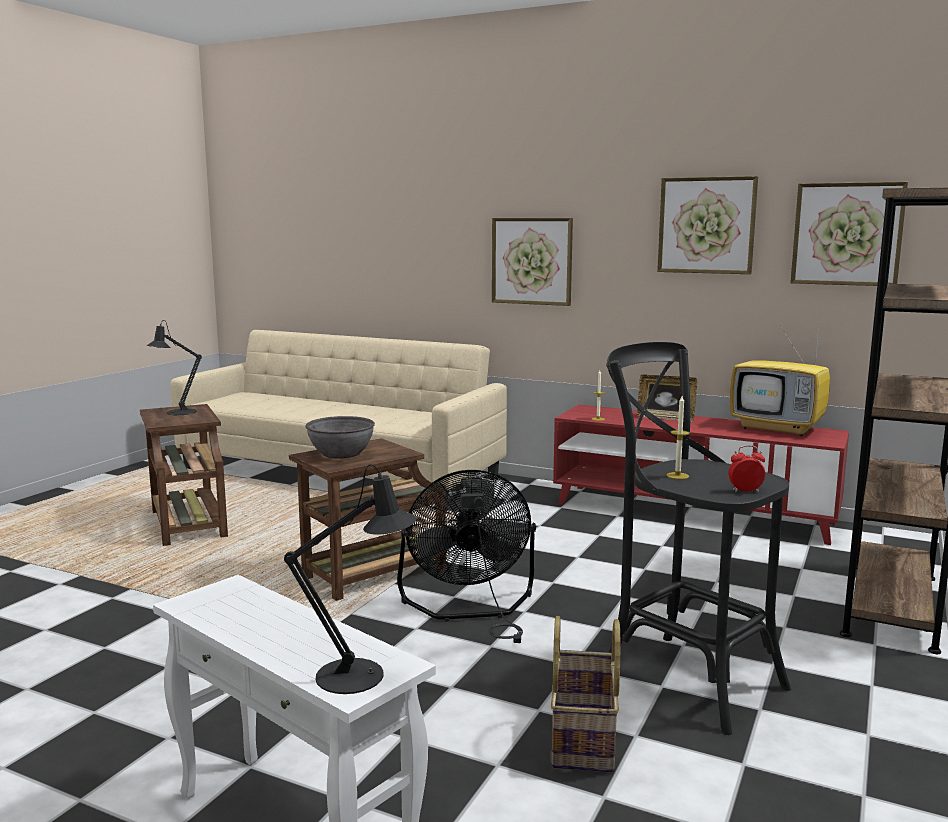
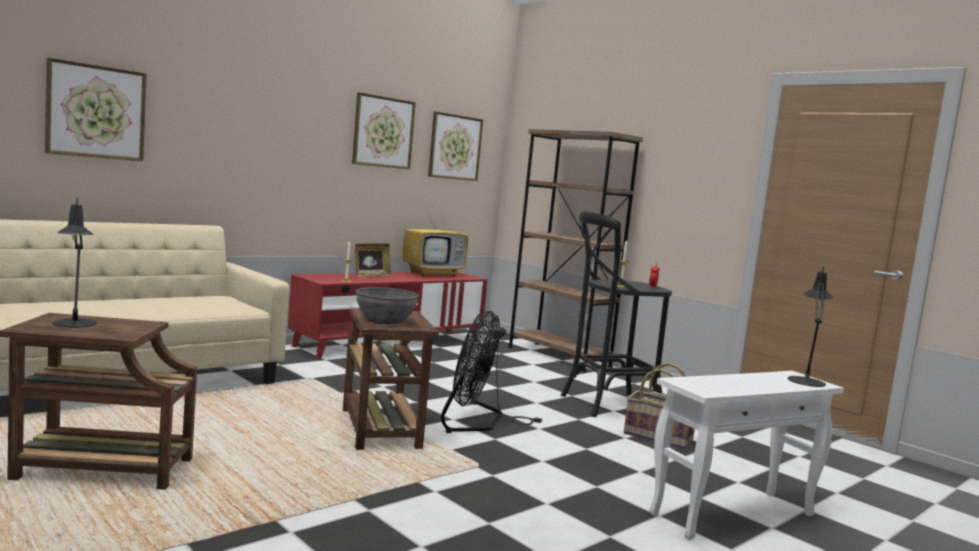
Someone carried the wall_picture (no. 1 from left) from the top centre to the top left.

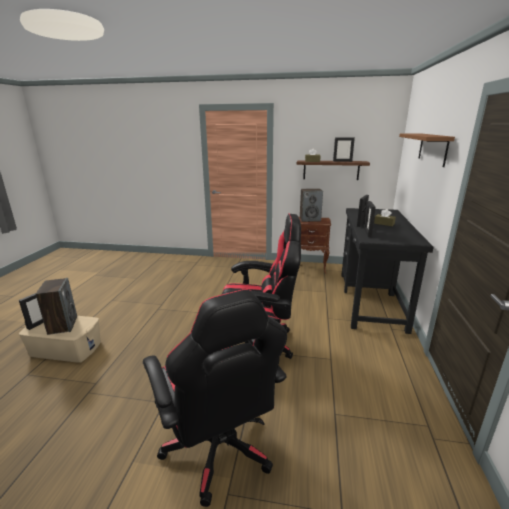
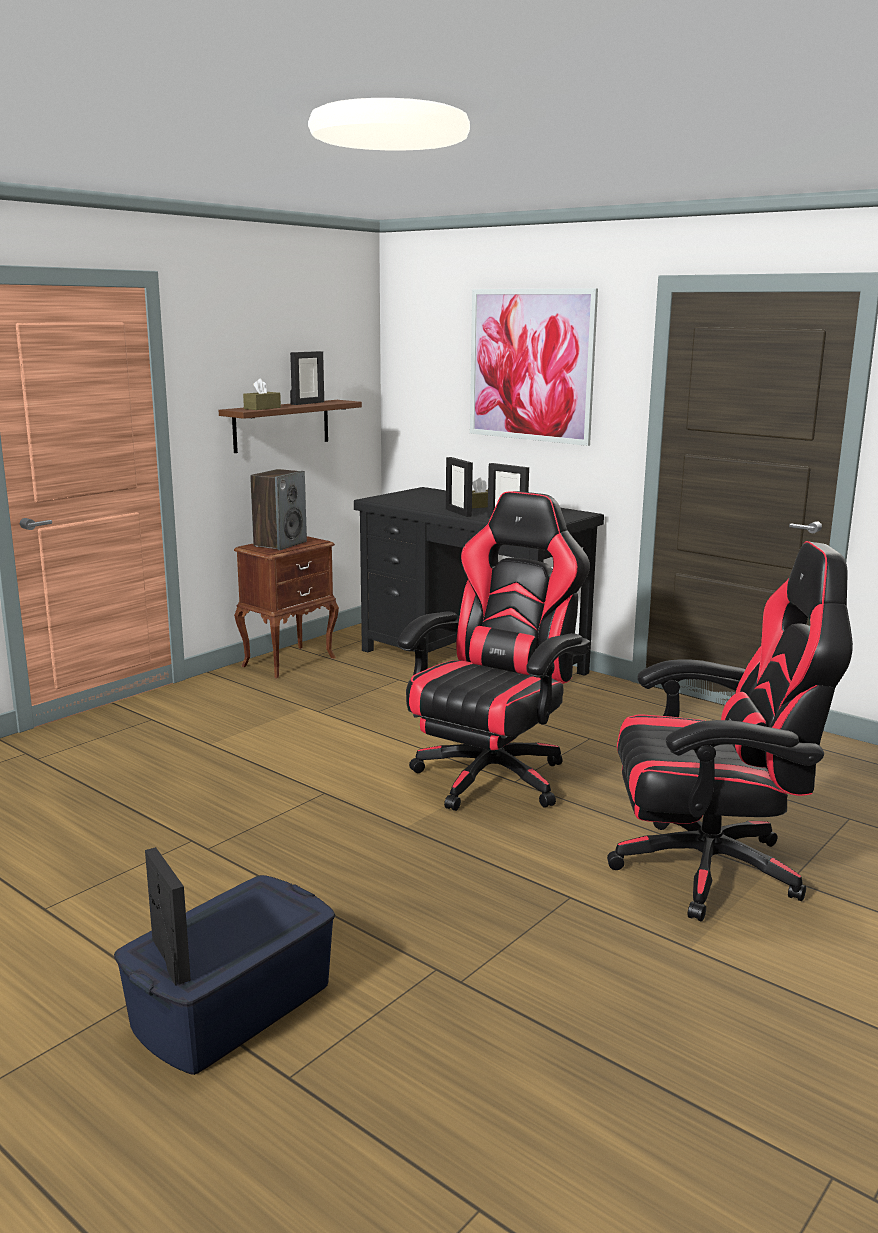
Someone repainted the beige-coloured_storage_bin at the middle left, which became the bluish_storage_bin at the bottom left. Someone swapped the brown_wall_shelf (no. 2 from left) at the top right for the wall_picture at the top centre. Someone took away the speaker (no. 1 from left) at the middle left.

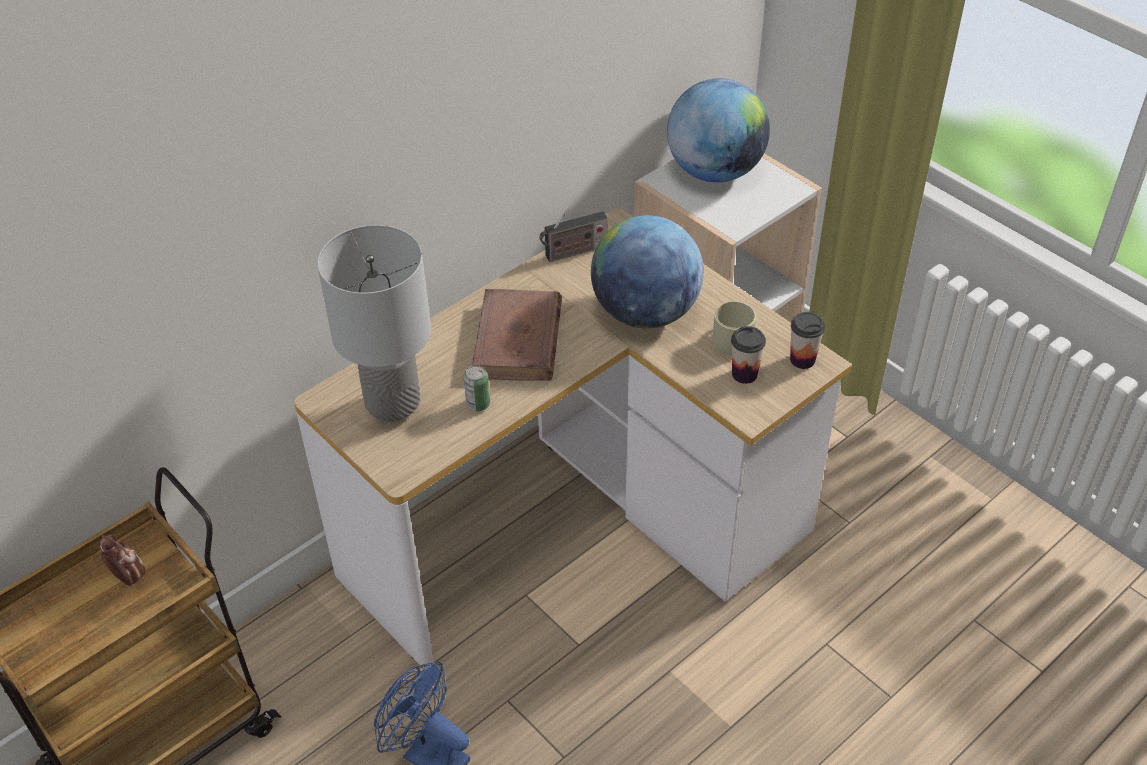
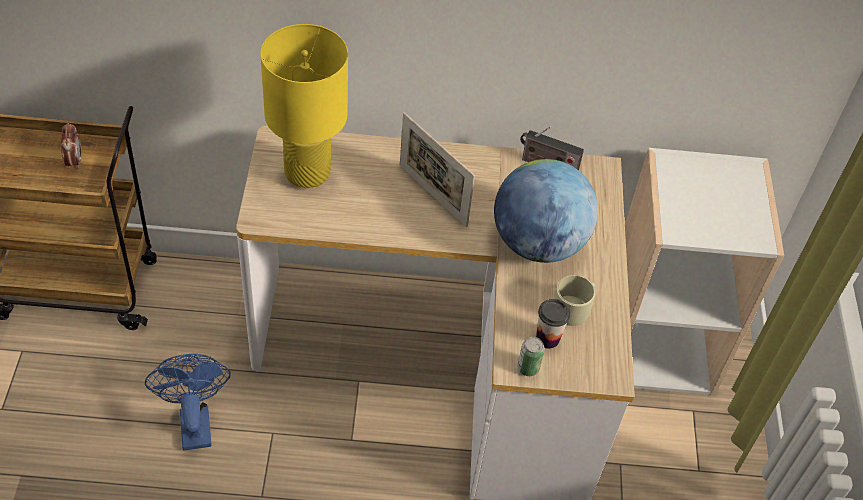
Someone repainted the grey_table_lamp at the middle left, which became the yellow_table_lamp at the top centre. Someone swapped the brown_bound_book at the centre for the standing_frame at the centre. Someone carried the sealed_can from the centre to the bottom centre. Someone took away the globe (no. 2 from left) at the top centre. Someone took away the small_cup (no. 2 from left) at the middle right.

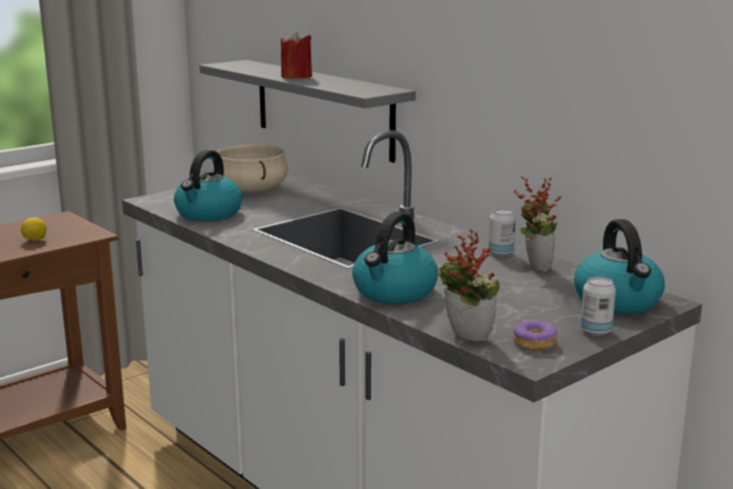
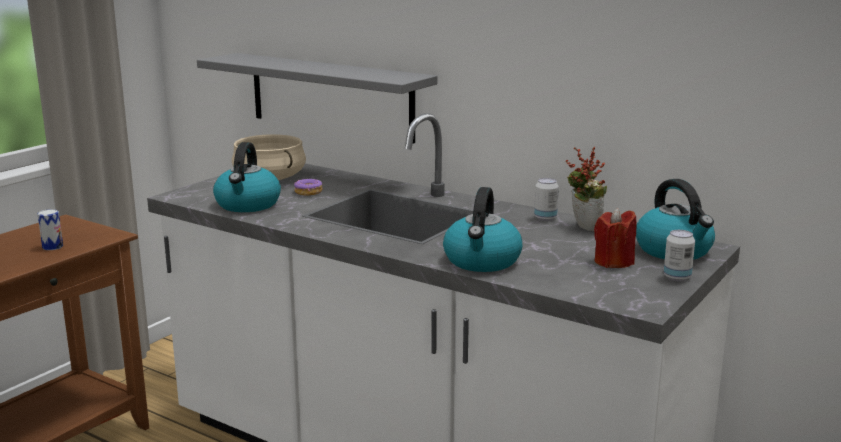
Someone swapped the whole_lemon at the middle left for the sealed_can (no. 1 from left) at the middle left. Someone carried the ring_doughnut from the bottom right to the centre. Someone carried the reddish_wax_candle from the top centre to the middle right. Someone took away the houseplant (no. 1 from left) at the centre.

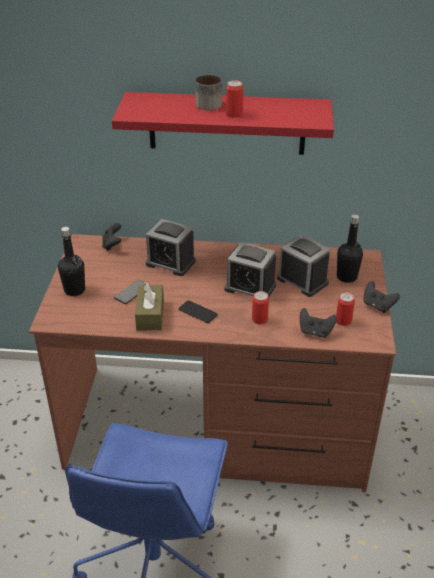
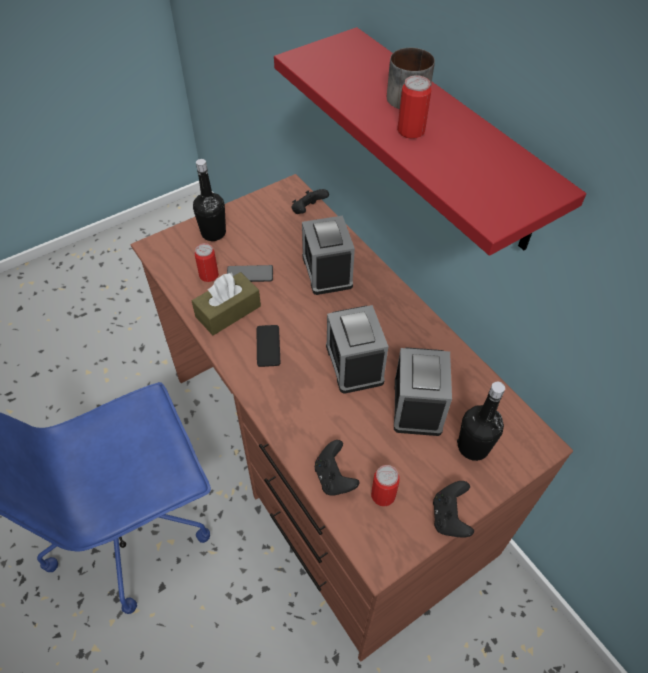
Someone carried the sealed_can (no. 2 from left in the first image) from the centre to the middle left.

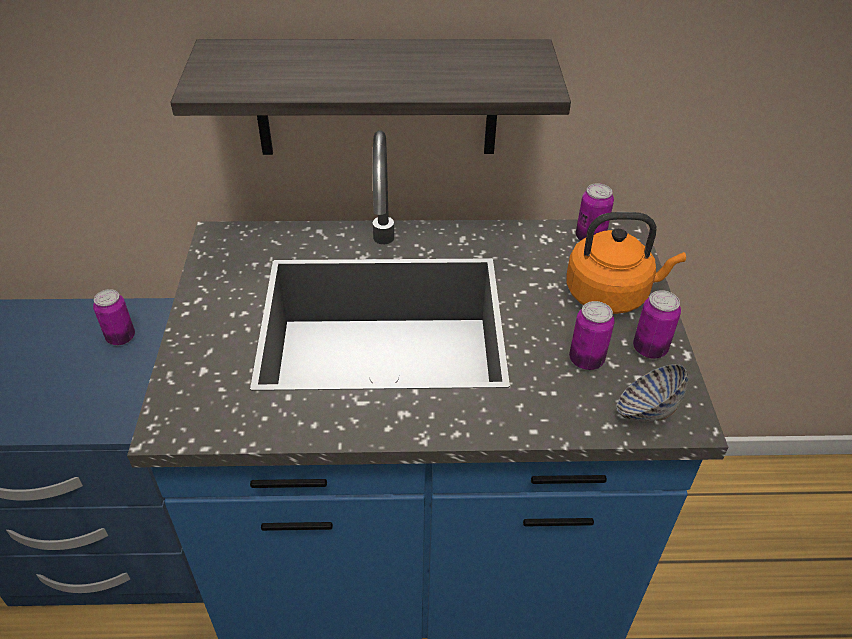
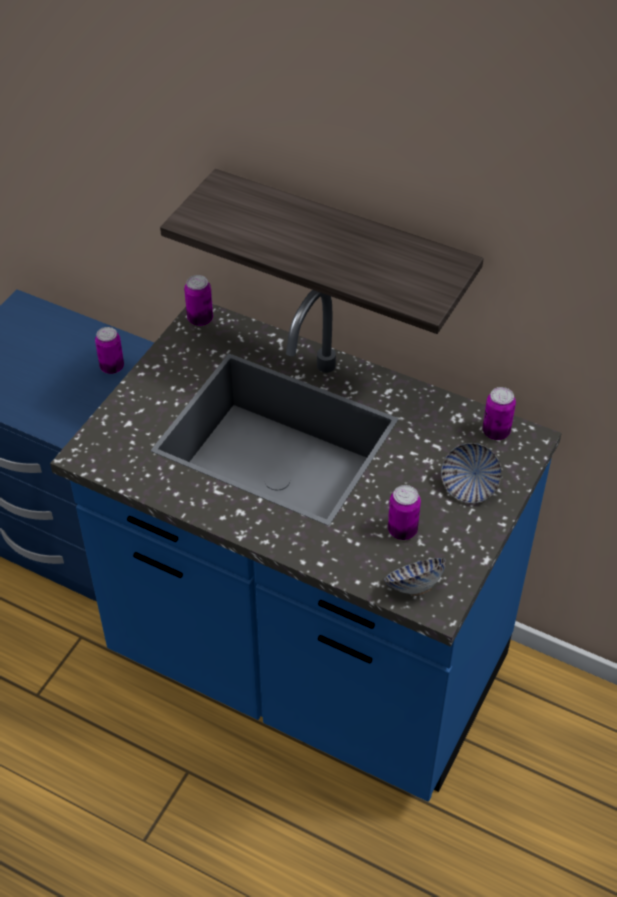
Someone carried the sealed_can (no. 4 from left in the first image) from the middle right to the middle left. Someone swapped the orange_tea_kettle at the middle right for the deep_dish (no. 2 from left) at the middle right.

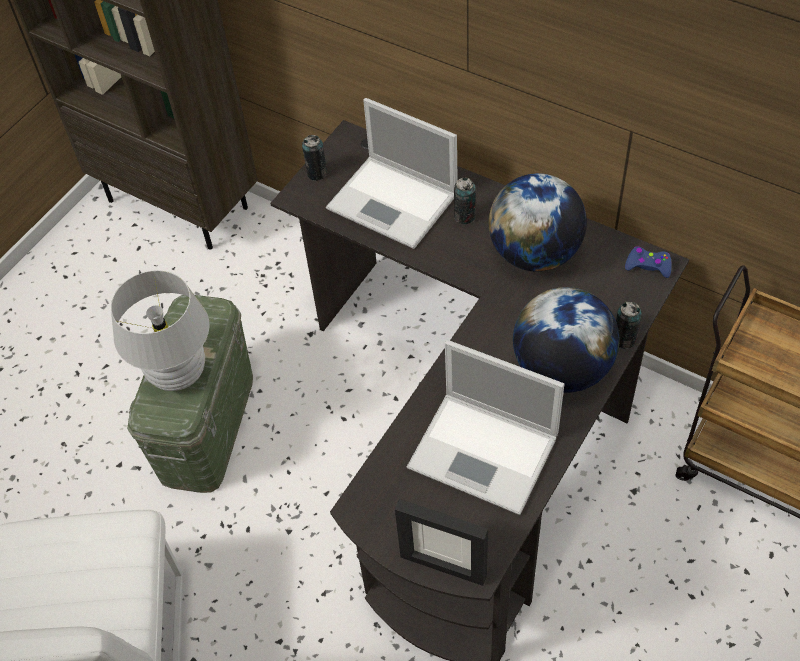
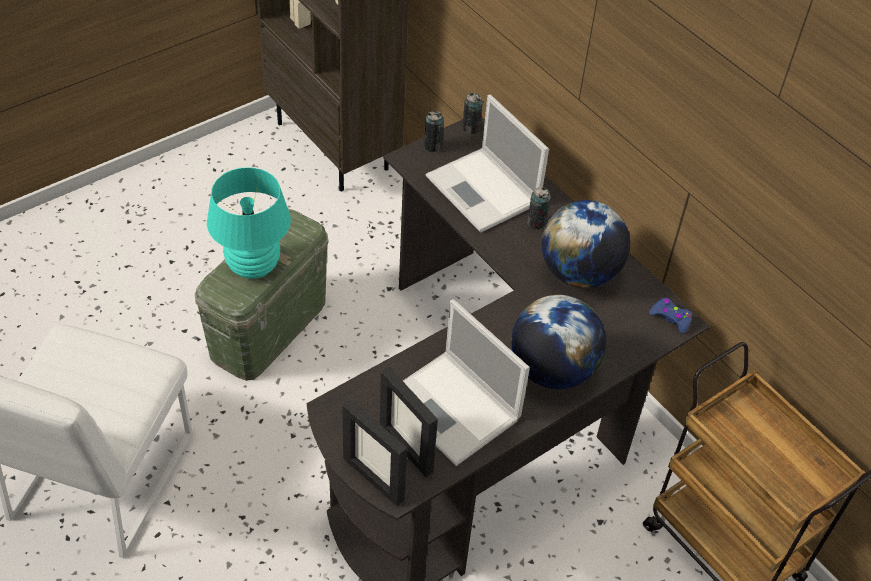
Someone repainted the white-coloured_table_lamp at the middle left, which became the blue-green_table_lamp at the middle left. Someone put down the standing_frame (no. 2 from left) at the bottom centre. Someone carried the sealed_can (no. 3 from left in the first image) from the middle right to the top centre.

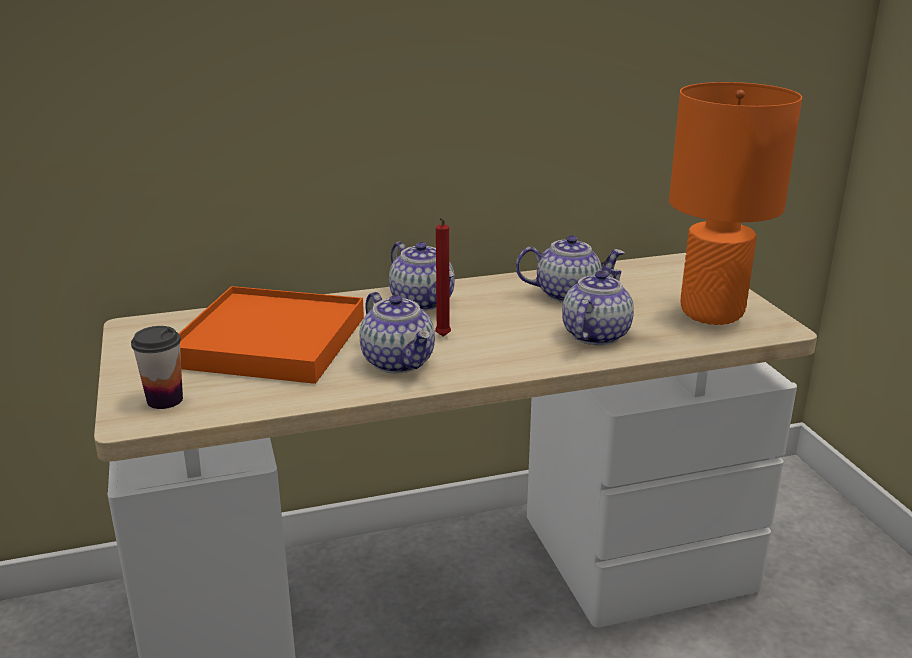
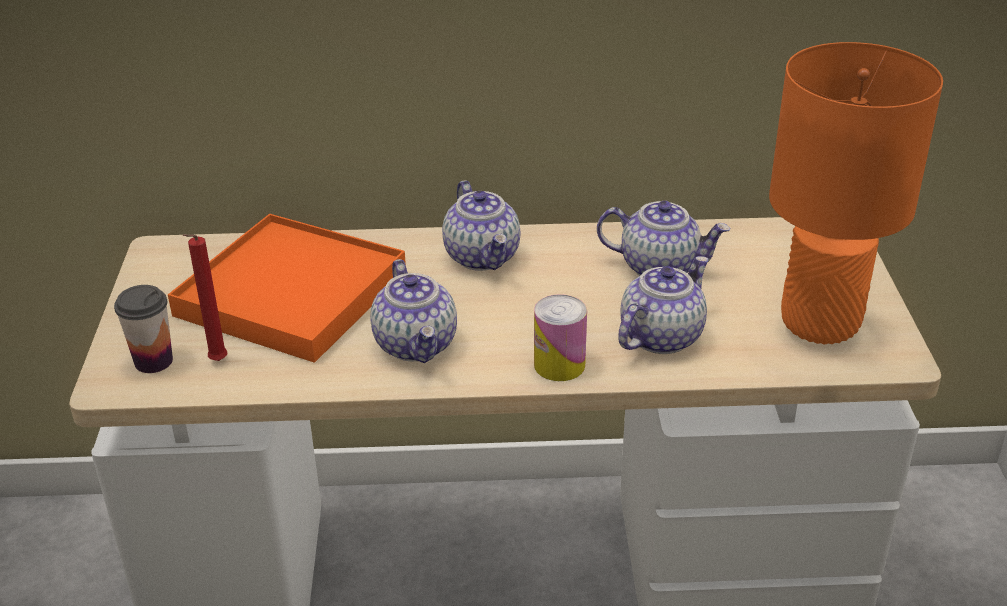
Someone carried the reddish_wax_candle from the centre to the middle left. Someone put down the sealed_can at the centre.

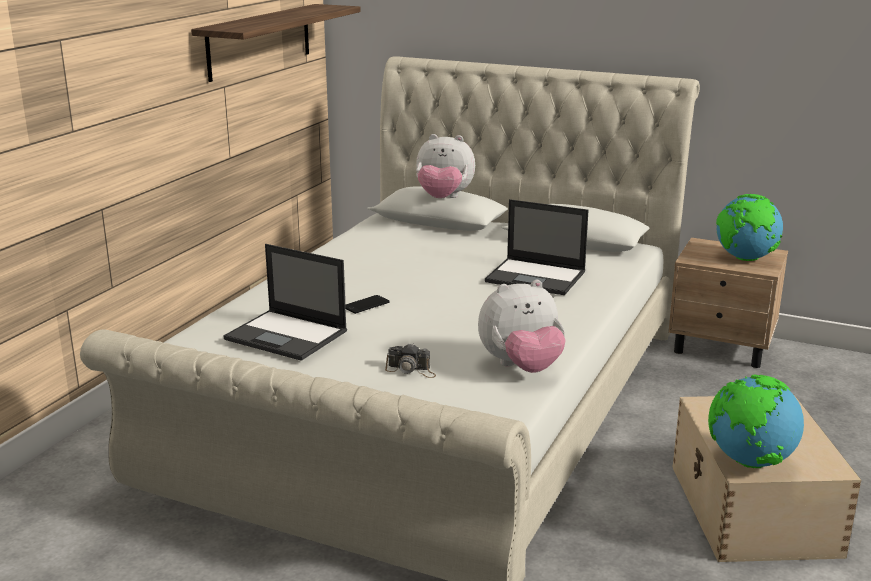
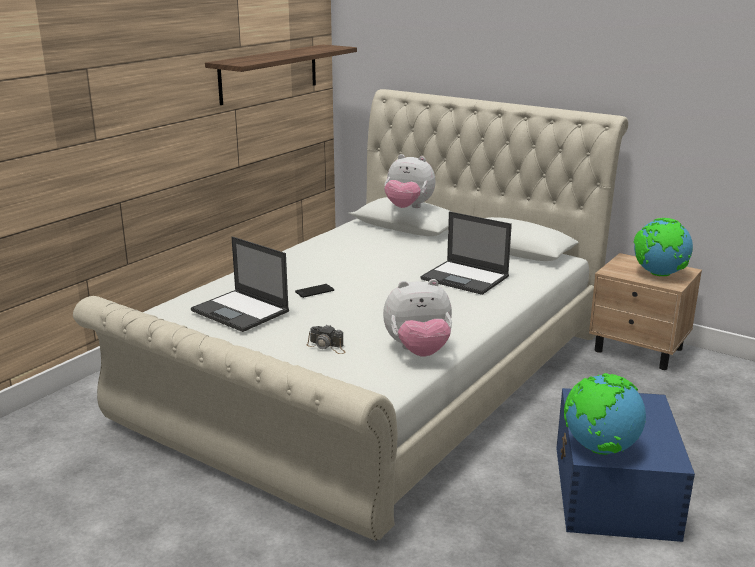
Someone repainted the beige-coloured_storage_bin at the bottom right, which became the bluish_storage_bin at the bottom right.

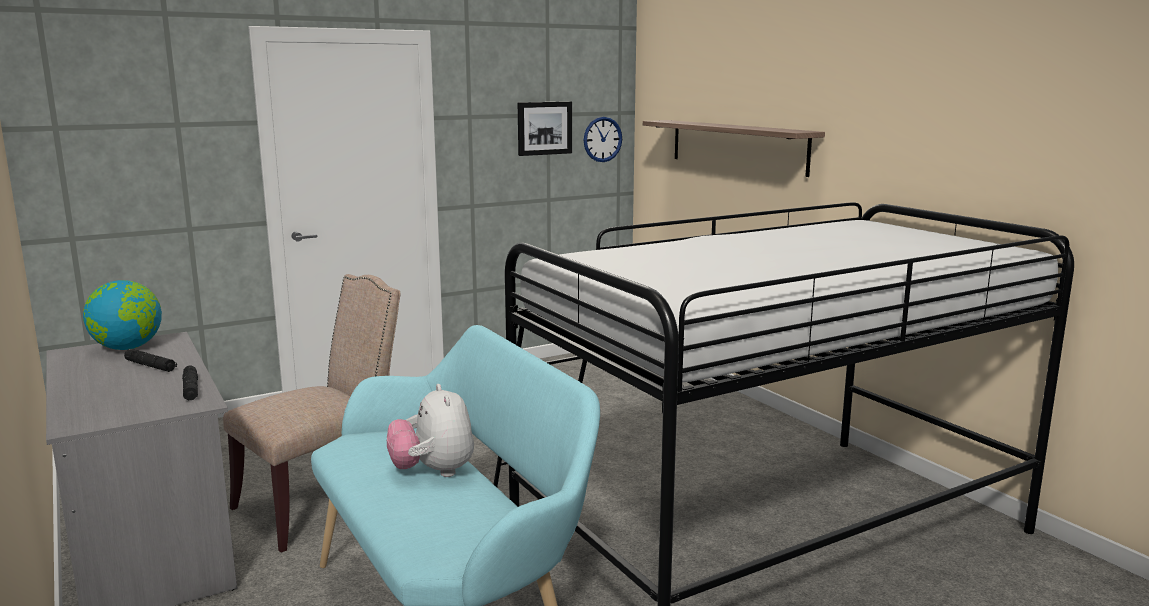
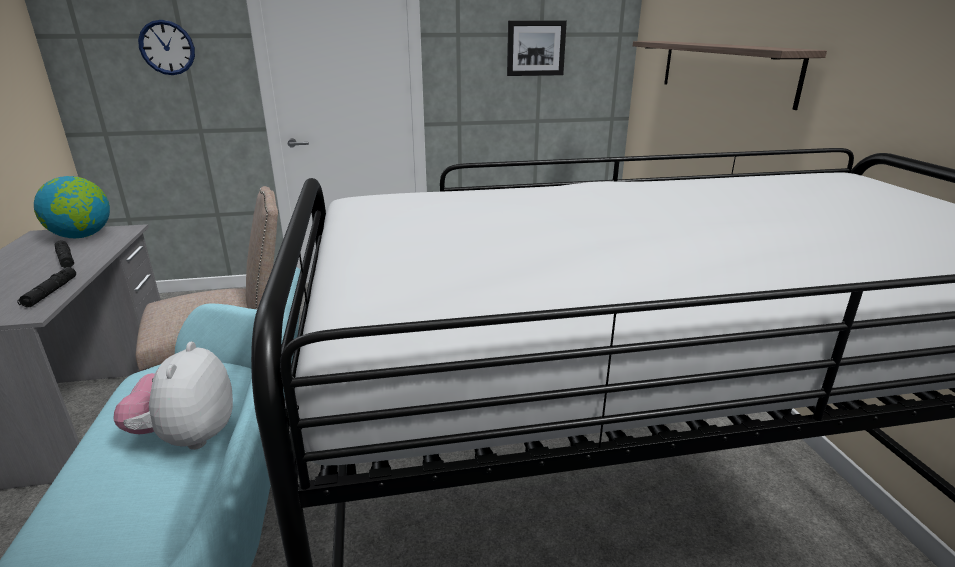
Someone carried the hanging_clock from the top centre to the top left.

